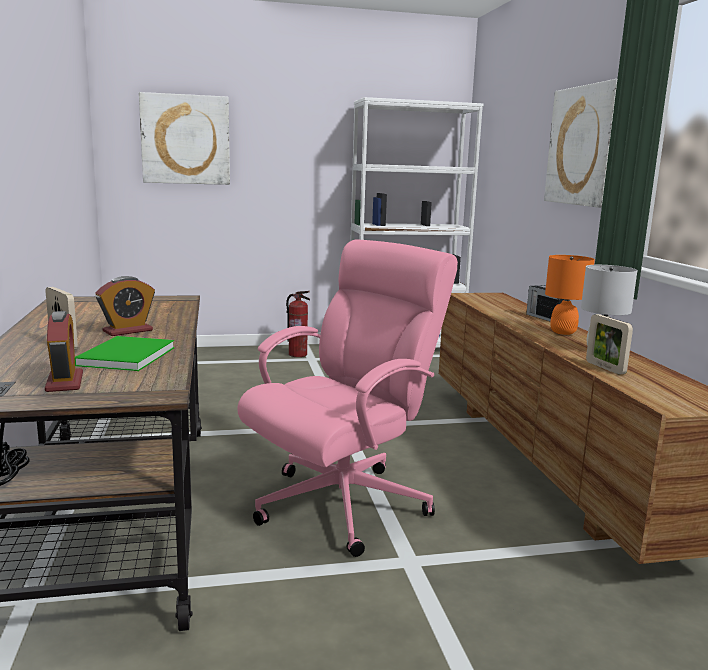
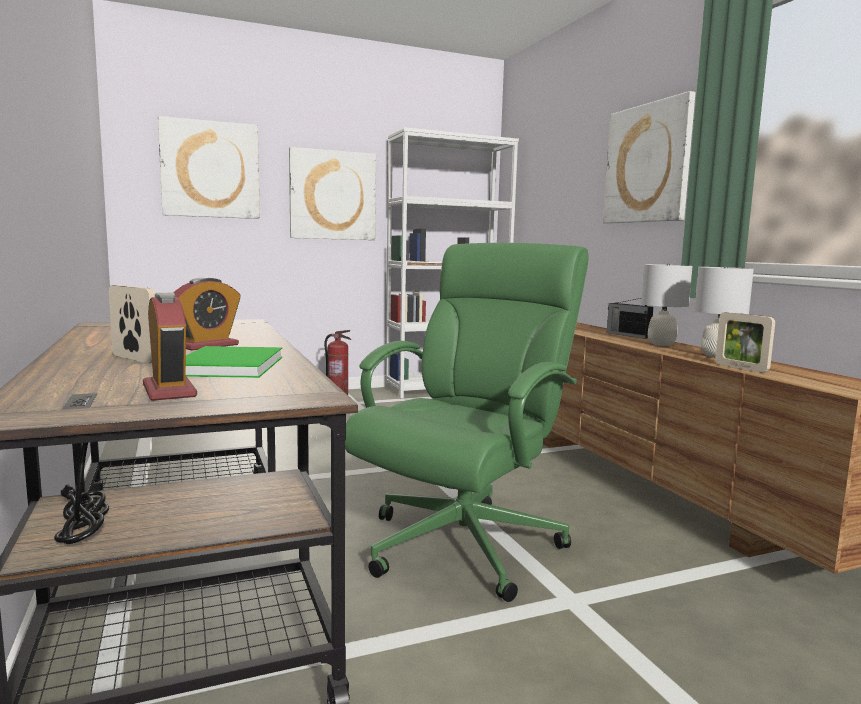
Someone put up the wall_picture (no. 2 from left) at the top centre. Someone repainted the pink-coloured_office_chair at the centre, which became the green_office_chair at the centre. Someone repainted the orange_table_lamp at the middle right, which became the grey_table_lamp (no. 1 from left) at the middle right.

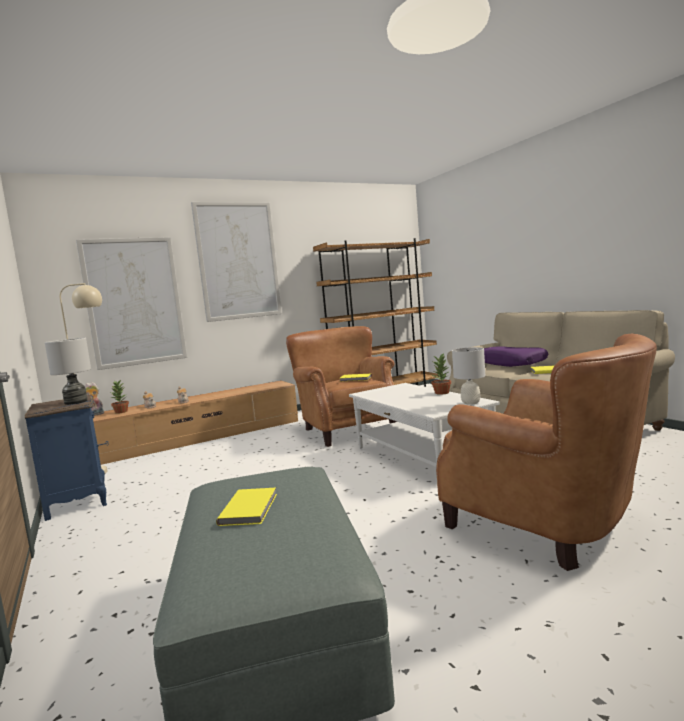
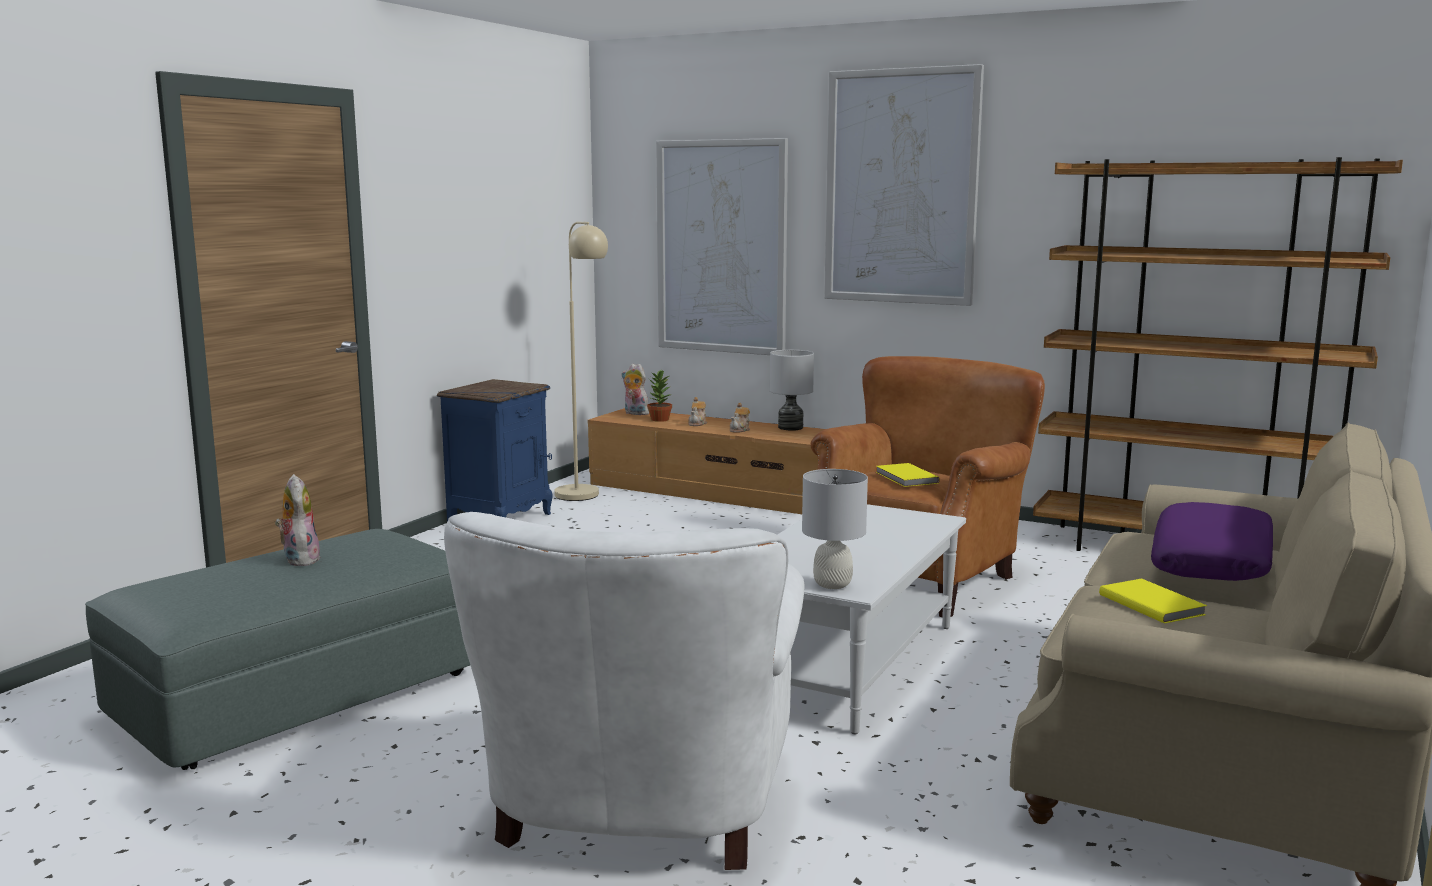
Someone swapped the yellow_bound_book (no. 1 from left) at the bottom centre for the plush_toy (no. 1 from left) at the middle left. Someone repainted the brown_lounge_chair (no. 2 from left) at the middle right, which became the white-coloured_lounge_chair at the bottom centre. Someone carried the grey_table_lamp (no. 1 from left) from the middle left to the centre. Someone took away the houseplant (no. 2 from left) at the centre.

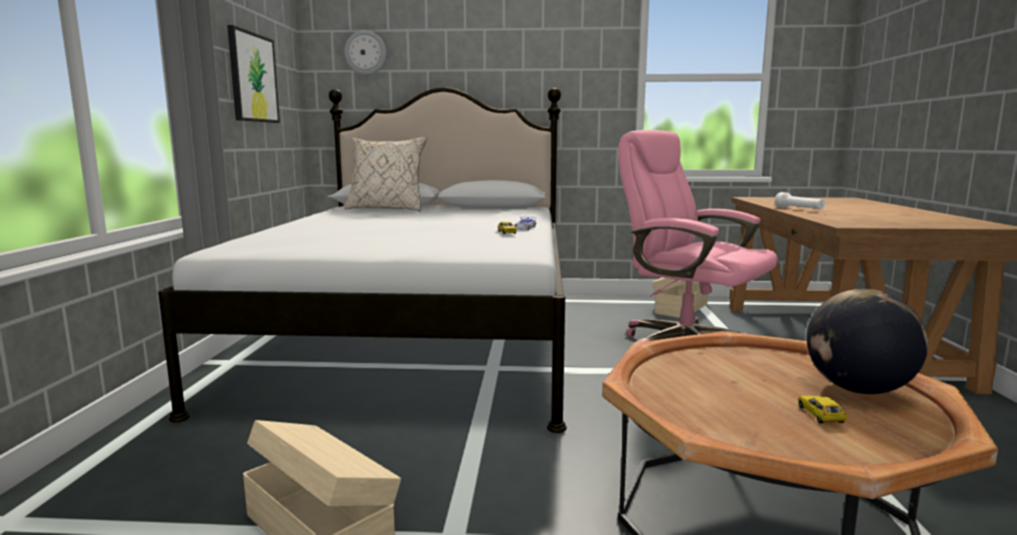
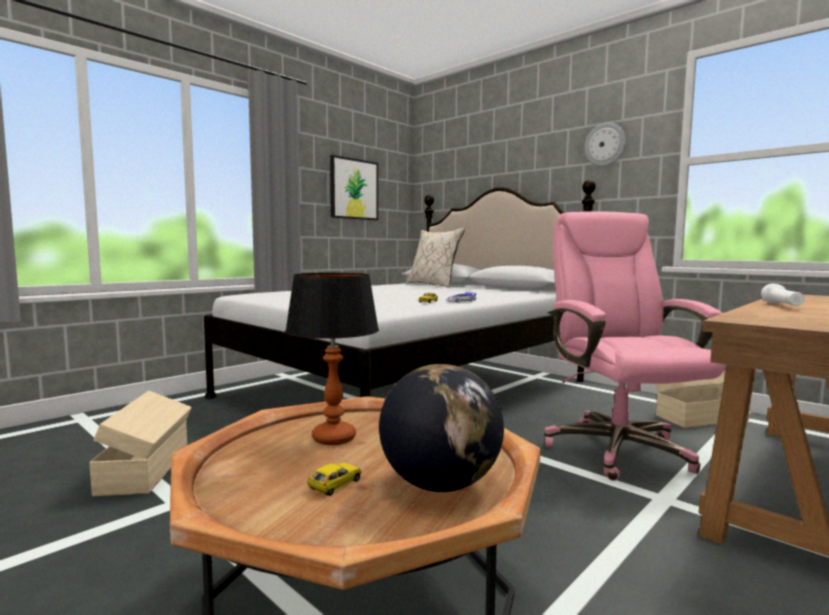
Someone put down the table_lamp at the centre. Someone carried the hanging_clock from the top centre to the top right.

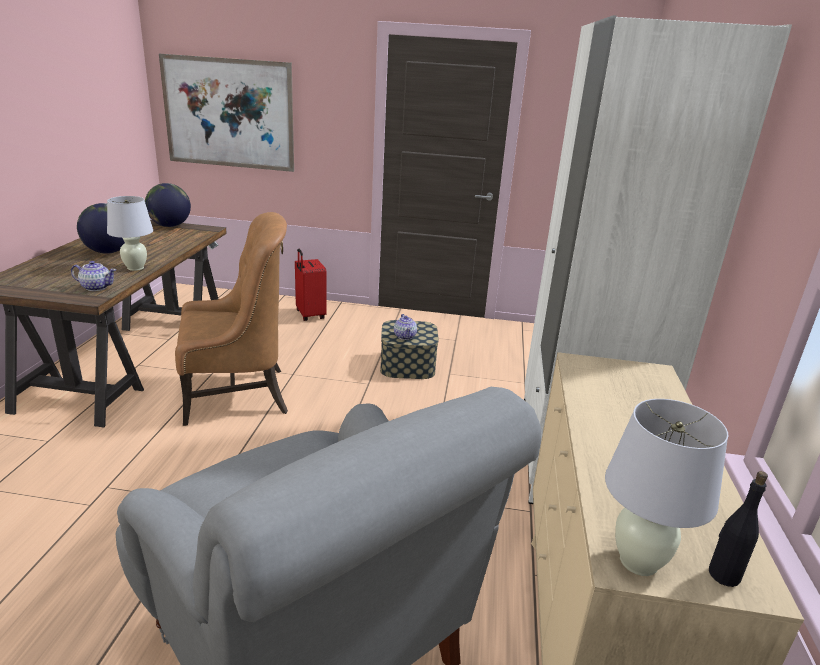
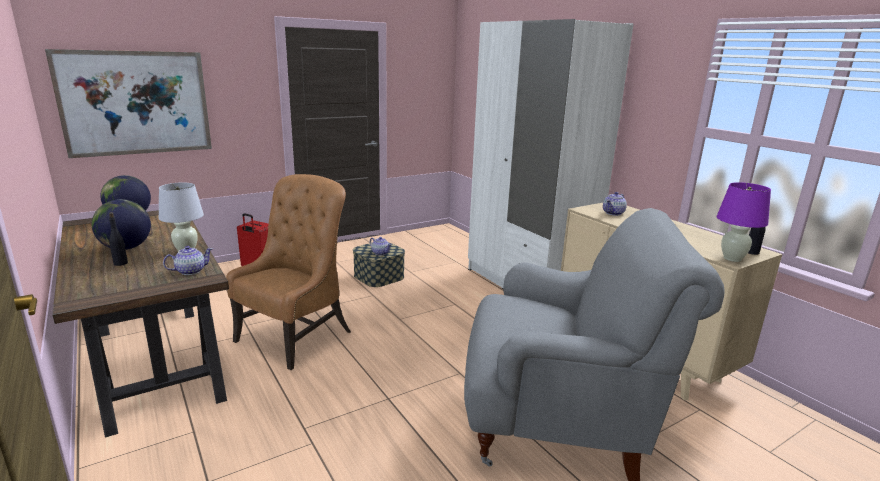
Someone put down the blackish_drink_bottle (no. 1 from left) at the middle left. Someone put down the tea_pot (no. 3 from left) at the middle right. Someone repainted the white-coloured_table_lamp (no. 2 from left) at the bottom right, which became the purple_table_lamp at the middle right.

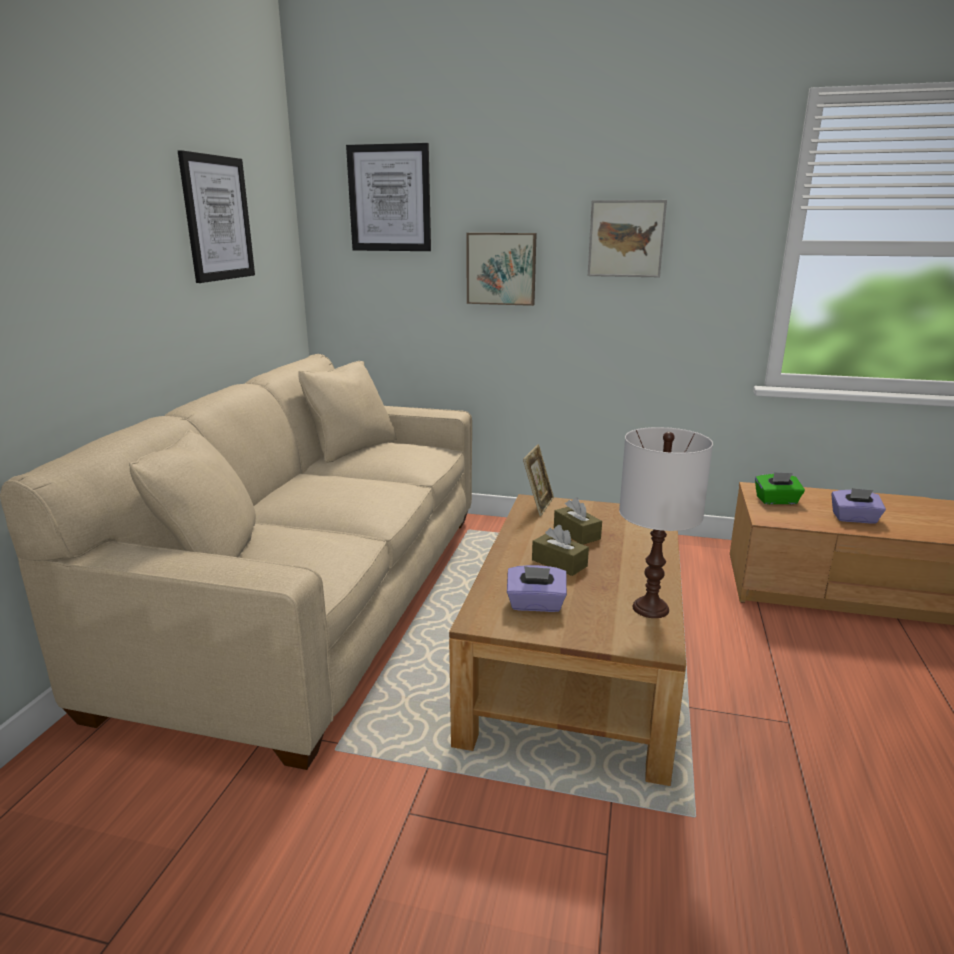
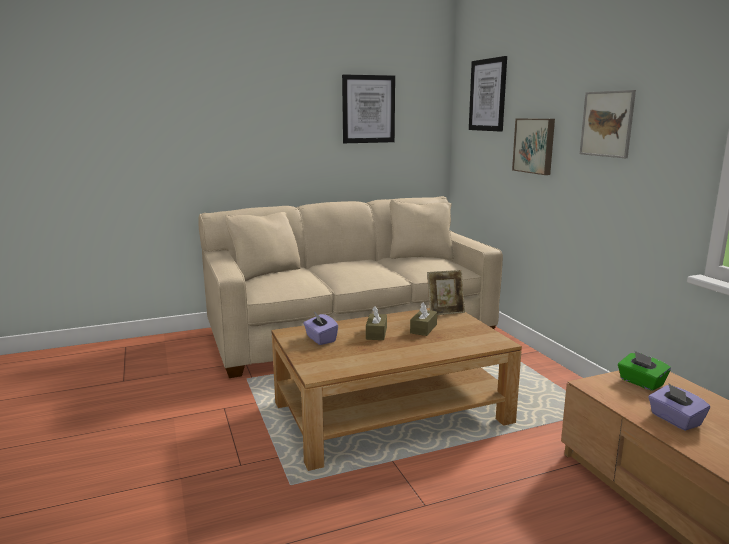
Someone took away the white-coloured_table_lamp at the middle right.

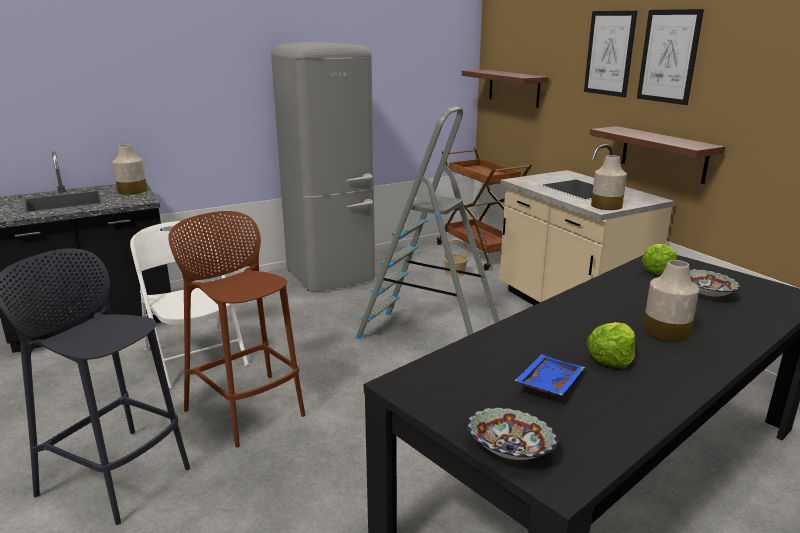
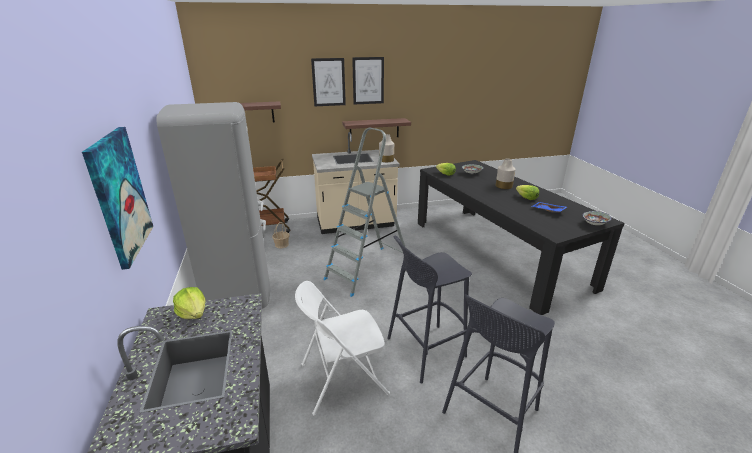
Someone put up the wall_picture (no. 1 from left) at the middle left. Someone swapped the beige-coloured_decorative_vase (no. 1 from left) at the top left for the lettuce_head (no. 1 from left) at the bottom left. Someone repainted the brown_stool_seat at the middle left, which became the grey_stool_seat (no. 1 from left) at the bottom centre.

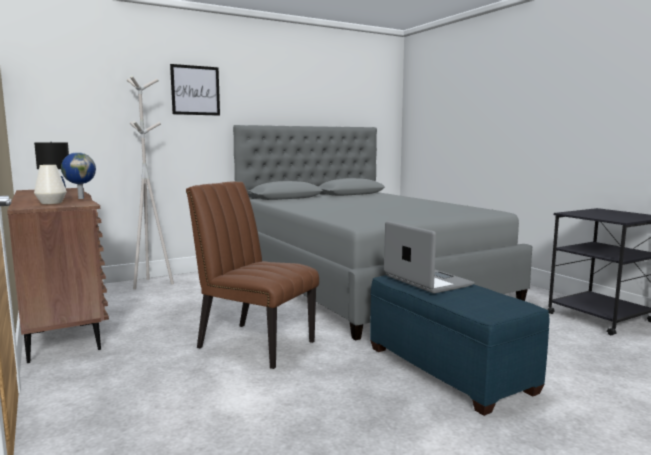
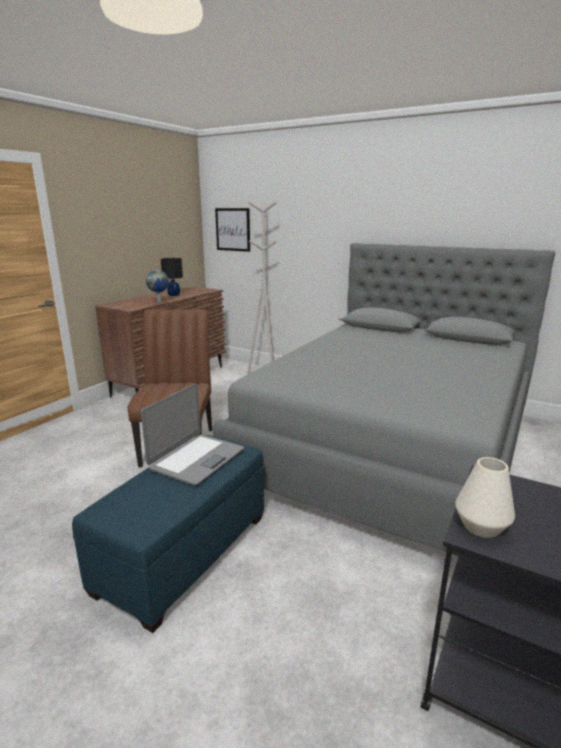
Someone carried the wall_picture from the top left to the top centre. Someone carried the white-coloured_decorative_vase from the middle left to the middle right.

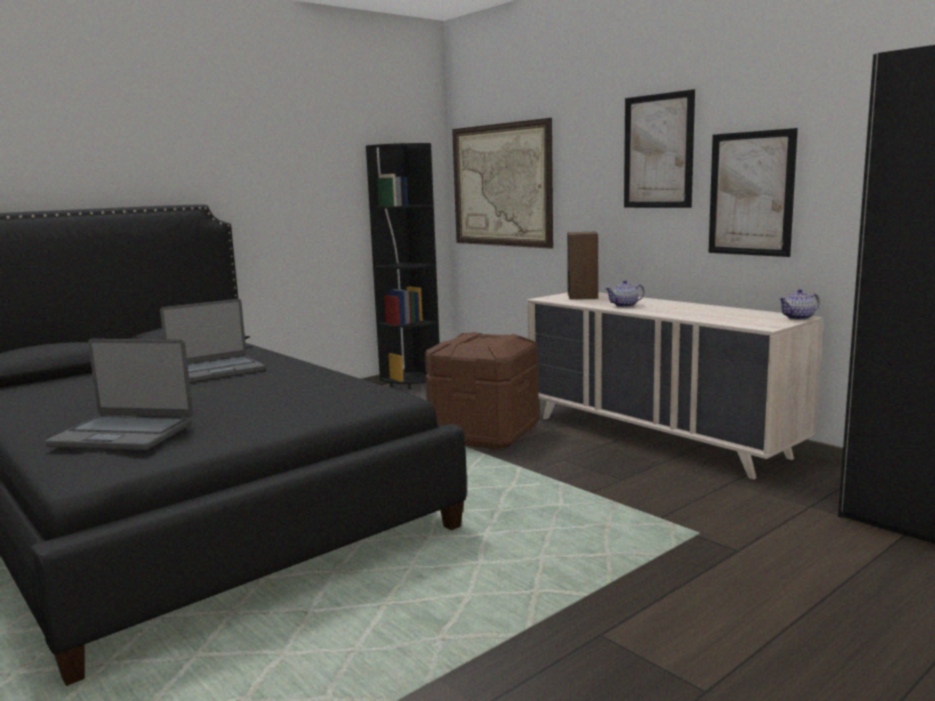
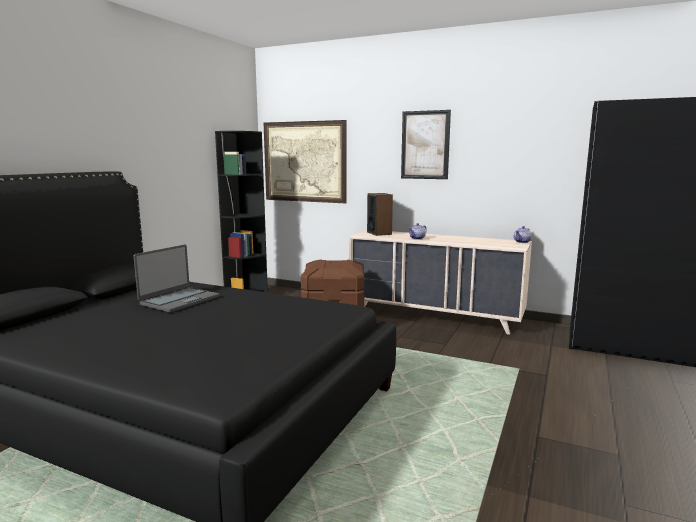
Someone took away the notebook_computer (no. 1 from left) at the middle left. Someone took away the wall_picture (no. 3 from left) at the top right.

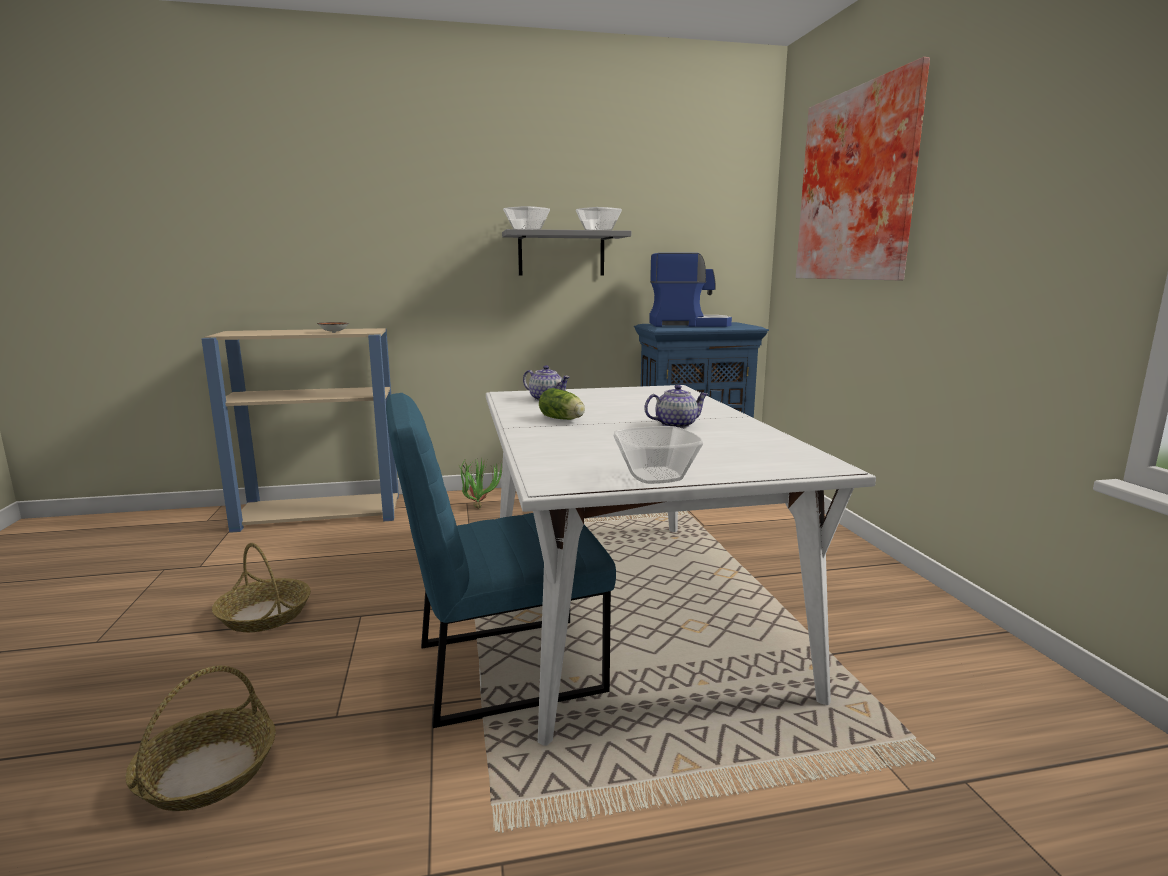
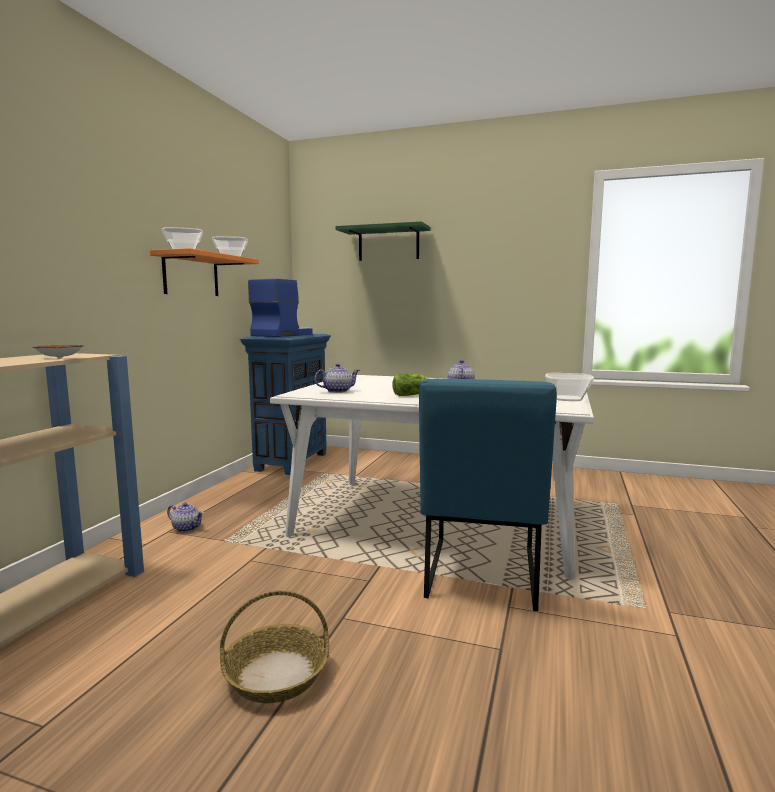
Someone repainted the grey_wall_shelf at the top centre, which became the orange_wall_shelf at the middle left. Someone swapped the houseplant at the centre for the tea_pot (no. 1 from left) at the middle left. Someone swapped the wall_picture at the top right for the green_wall_shelf at the top centre. Someone took away the storage_basket (no. 1 from left) at the bottom left.

